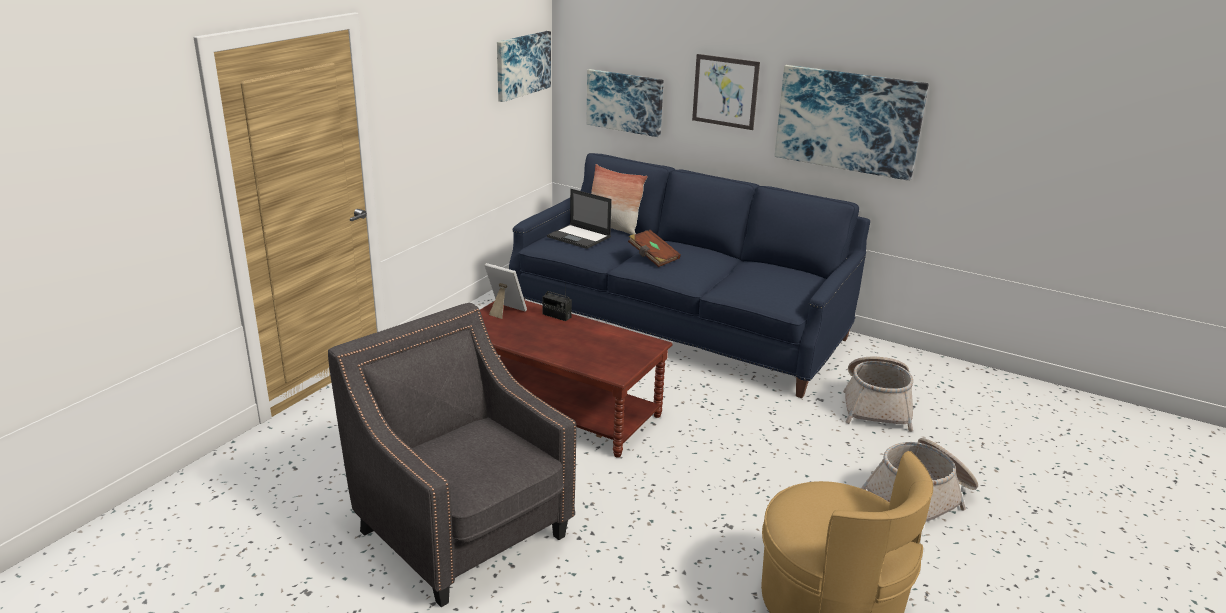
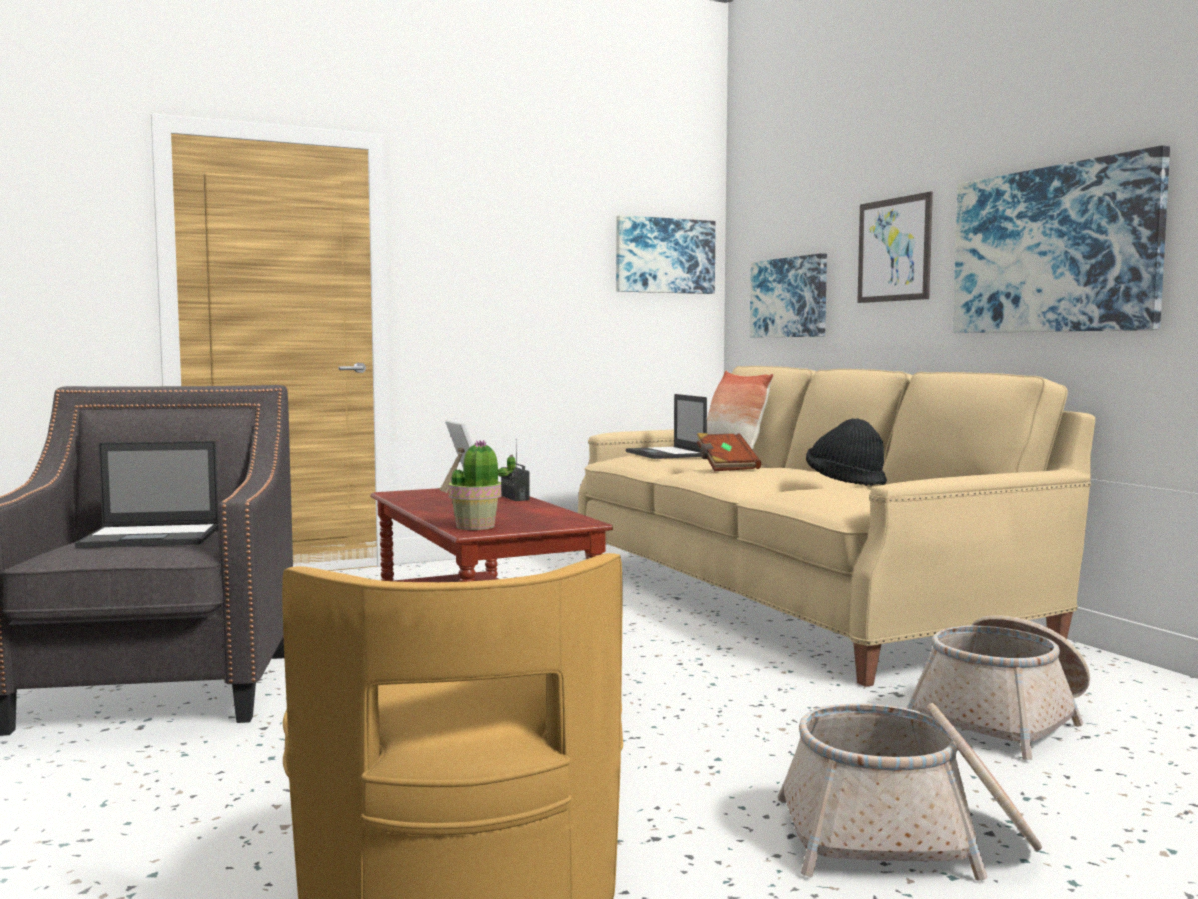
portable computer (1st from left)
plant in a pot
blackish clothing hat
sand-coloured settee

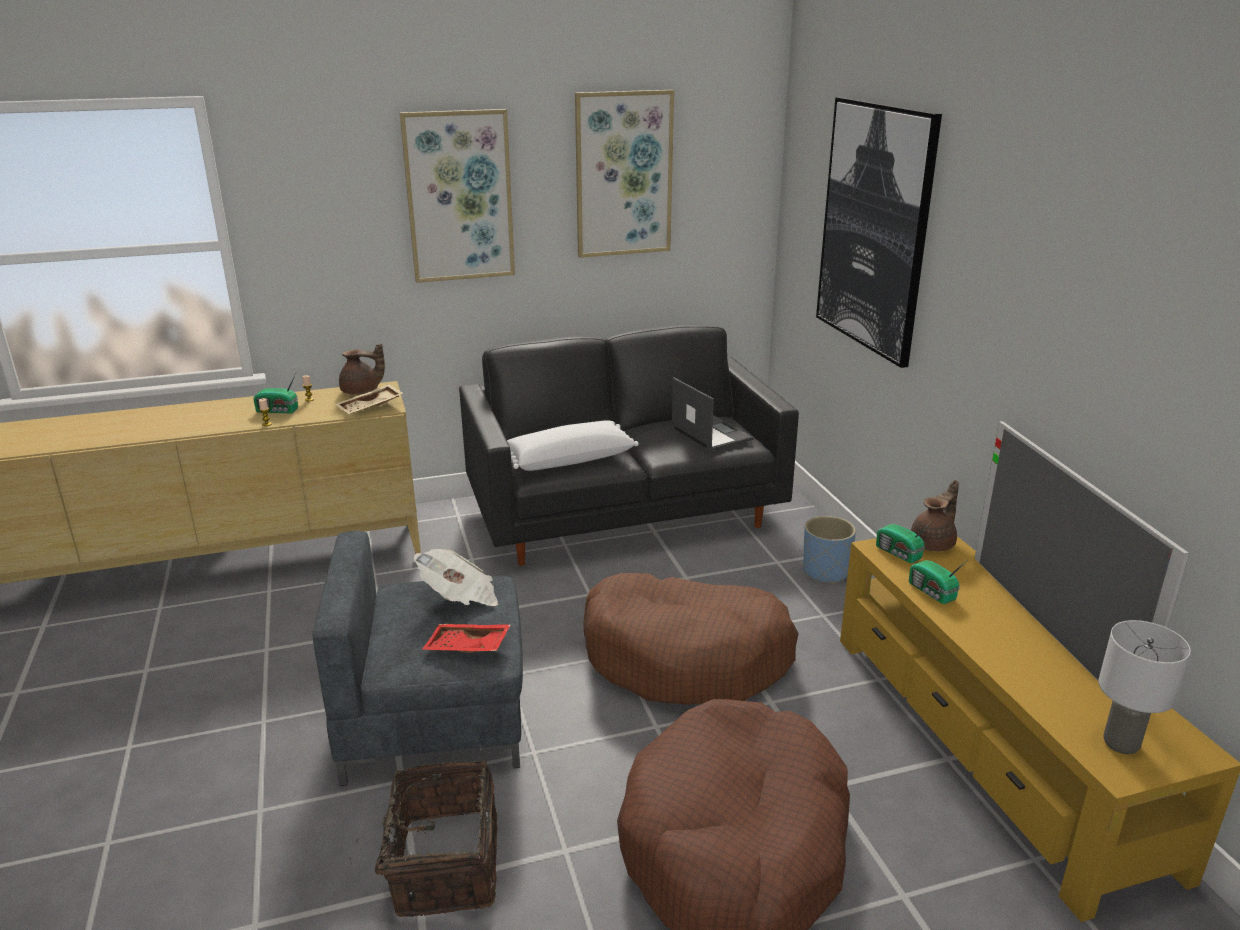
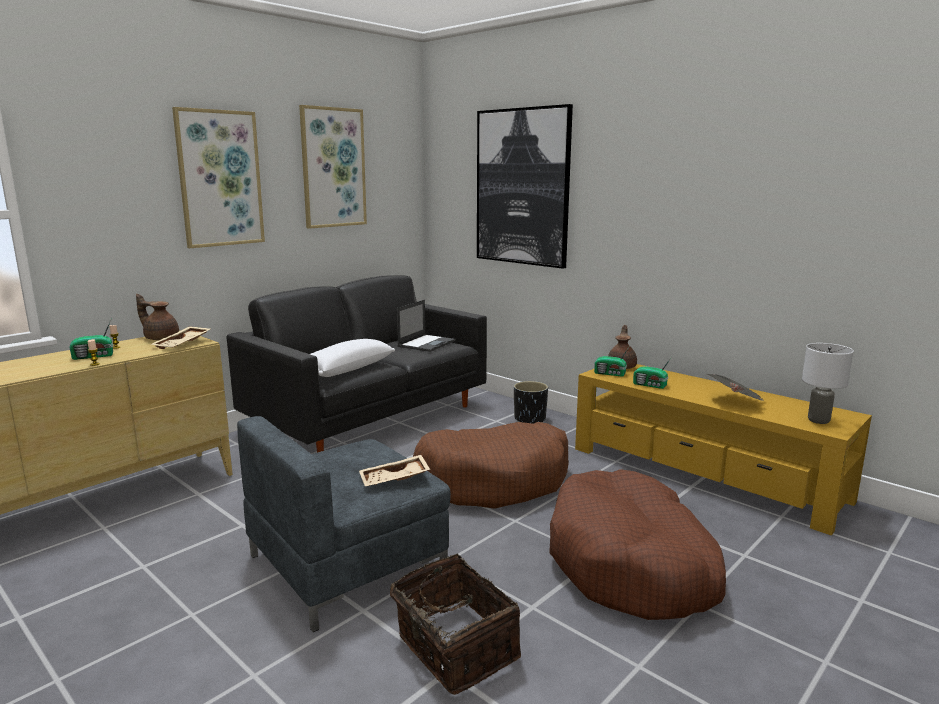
TV set
printed paper
sand-coloured carrying tray (2nd from left)
blackish planter
brownish pot for tea (1st from left)
portable computer

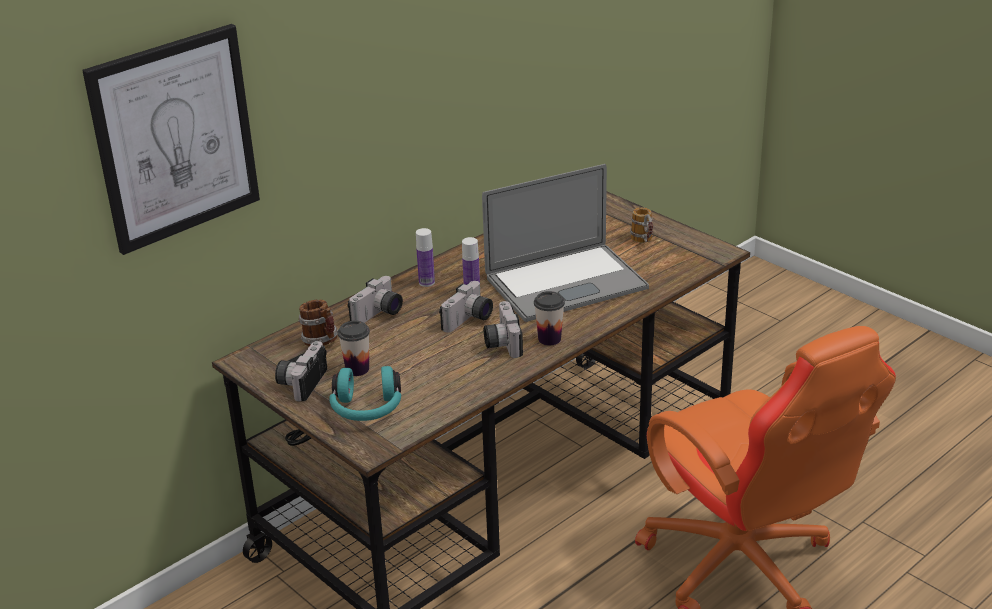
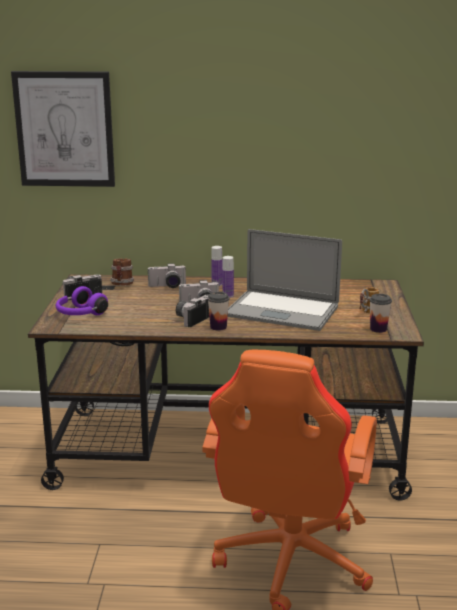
cup (2nd from left)
purple headphones

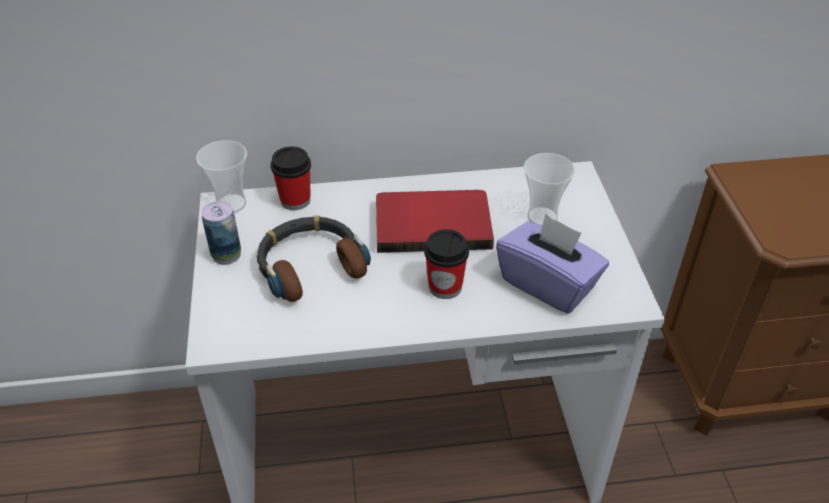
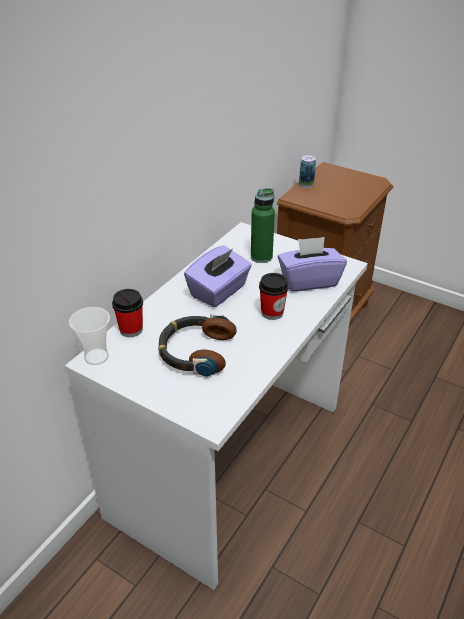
can
purple box of tissues (1st from left)
greenish beverage bottle

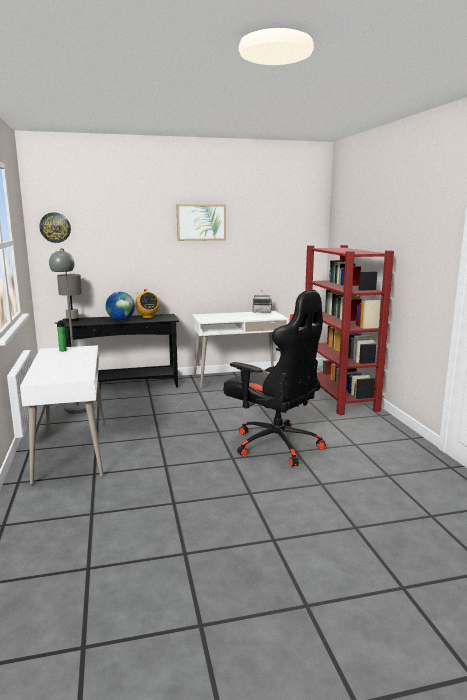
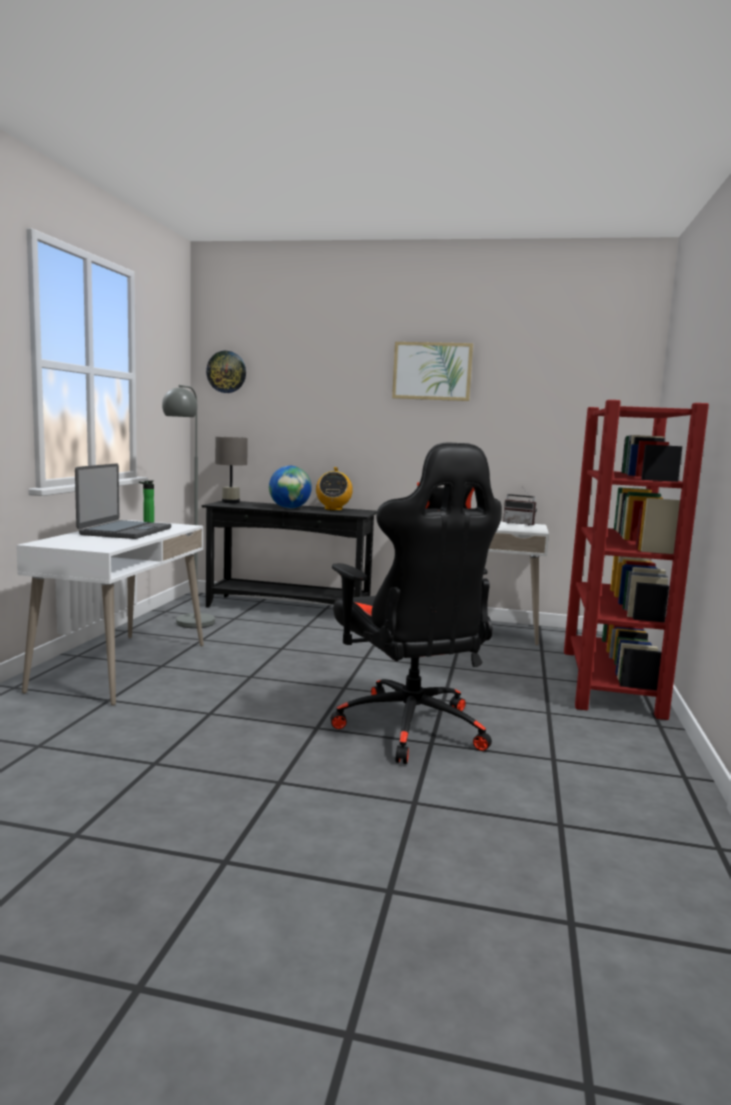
portable computer

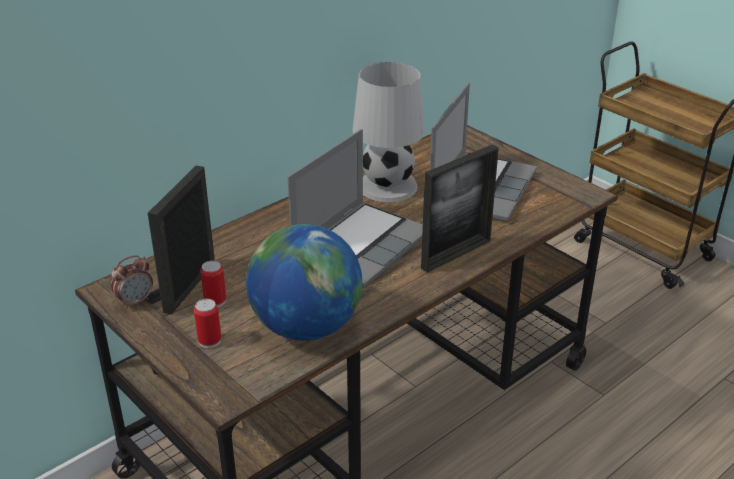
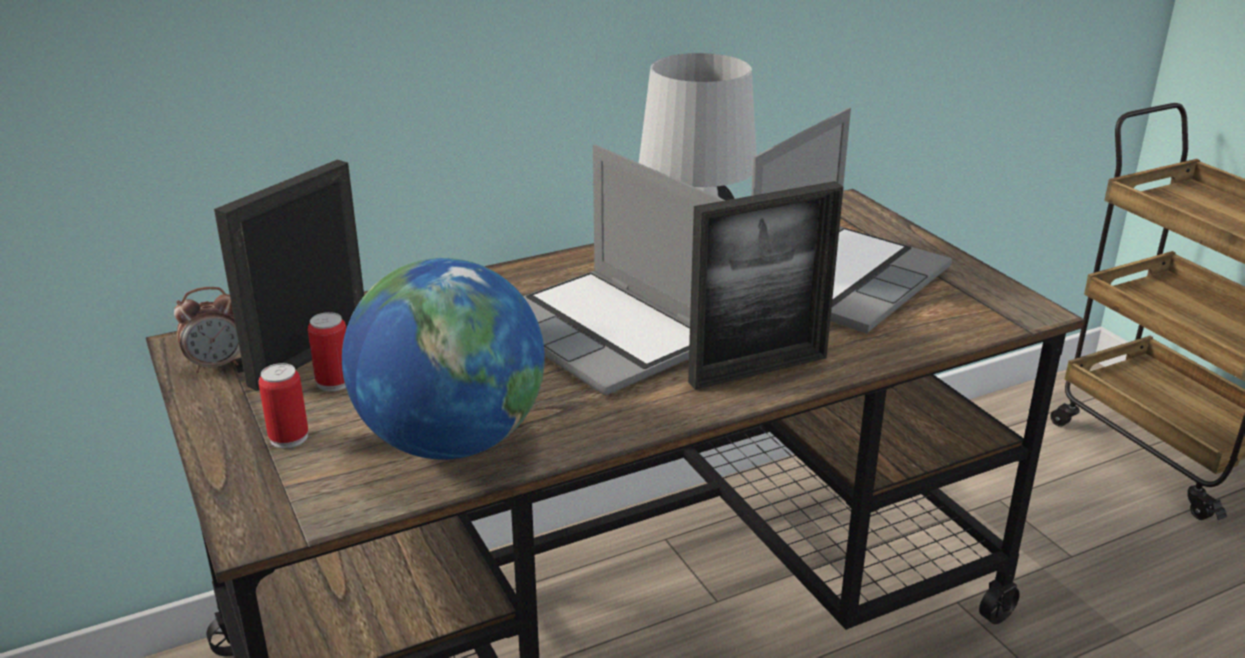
portable computer (1st from left)

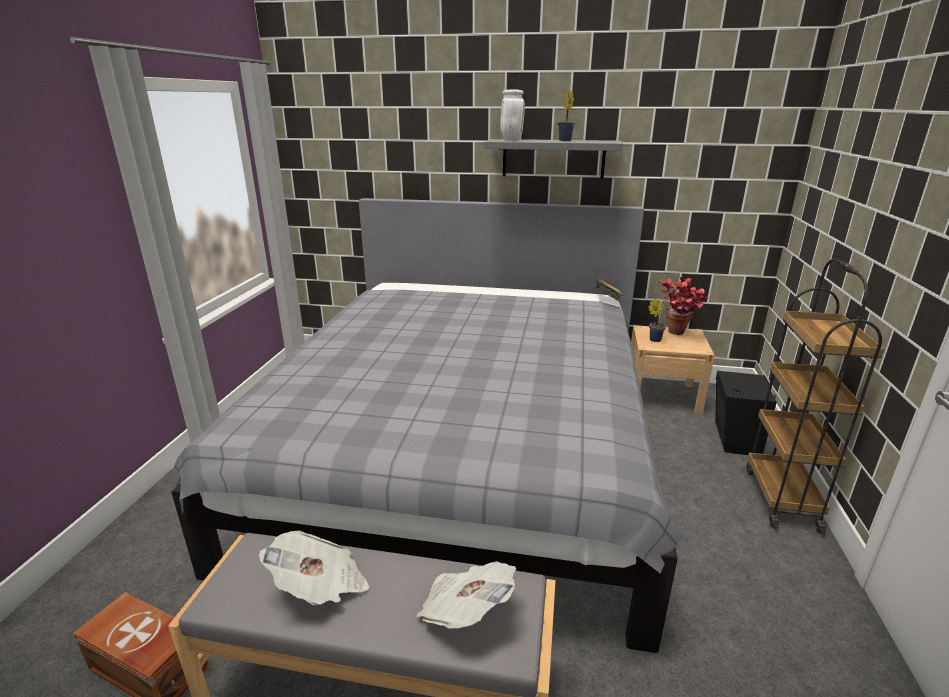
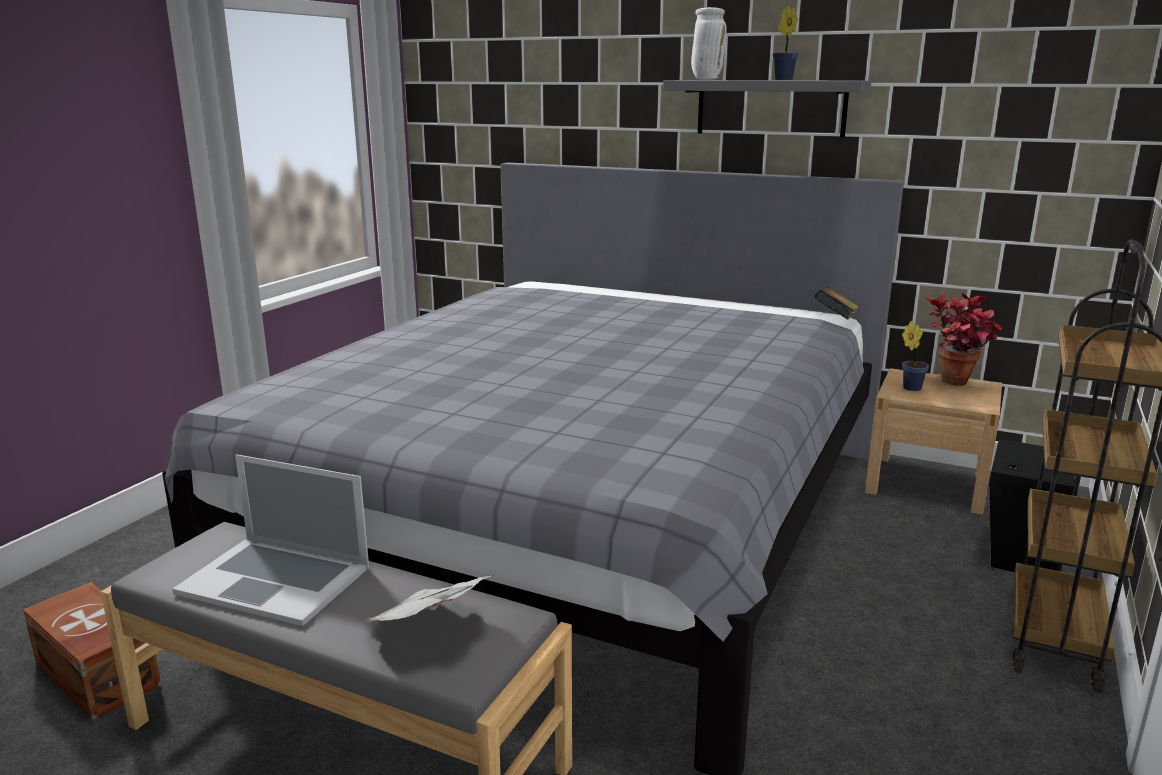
portable computer

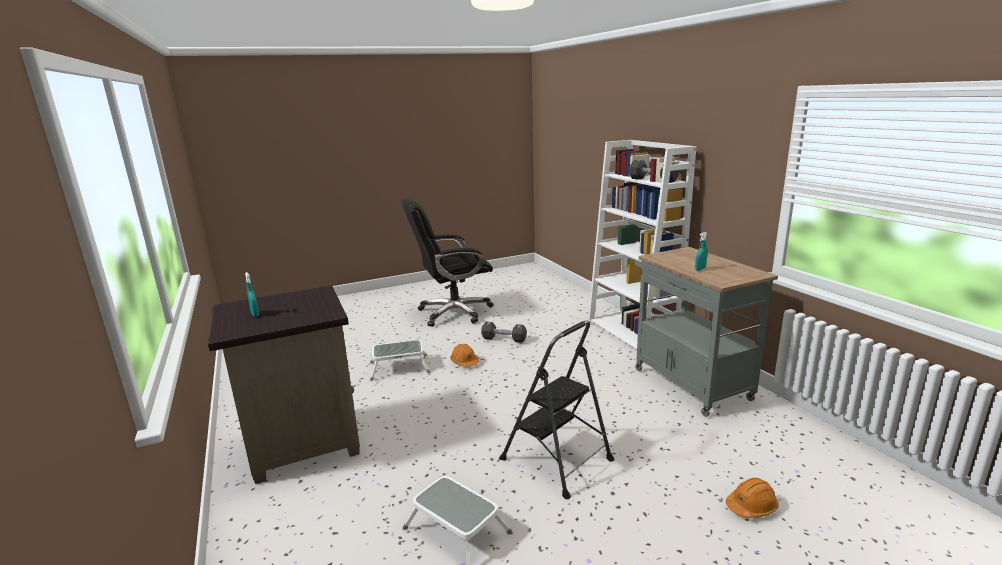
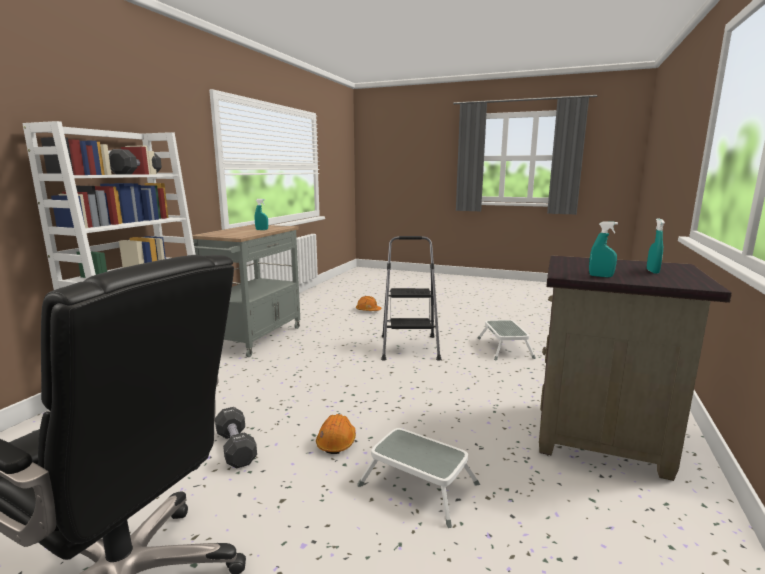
turquoise hand sprayer (2nd from left)

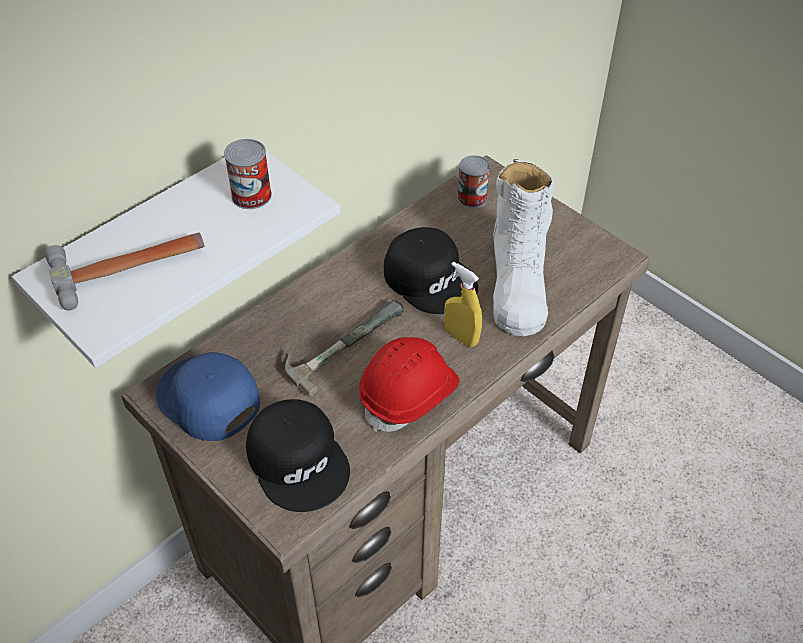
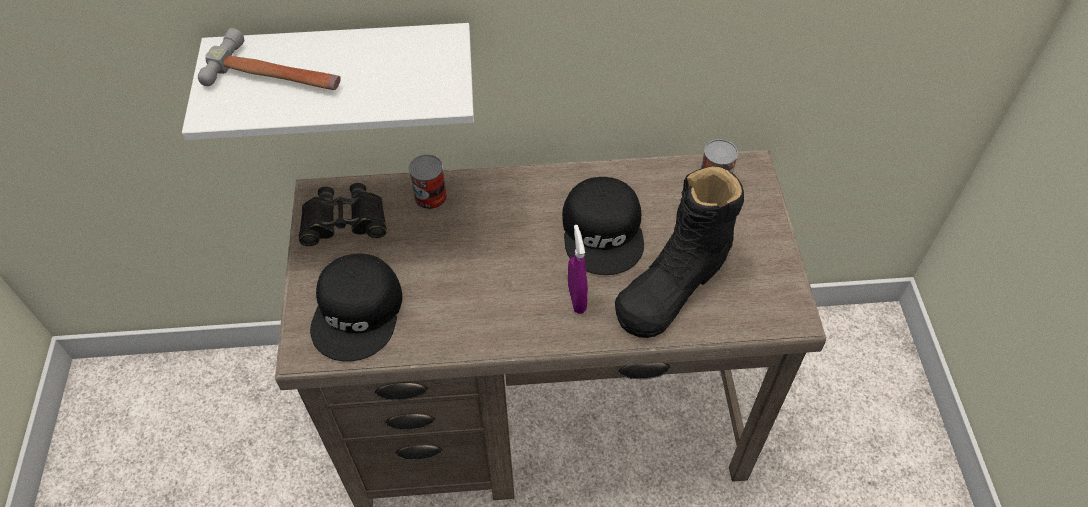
hand hammer (2nd from left in the first image)
red-coloured safety helmet
can (1st from left)
blackish field glasses
purple hand sprayer
blackish high-top boot

